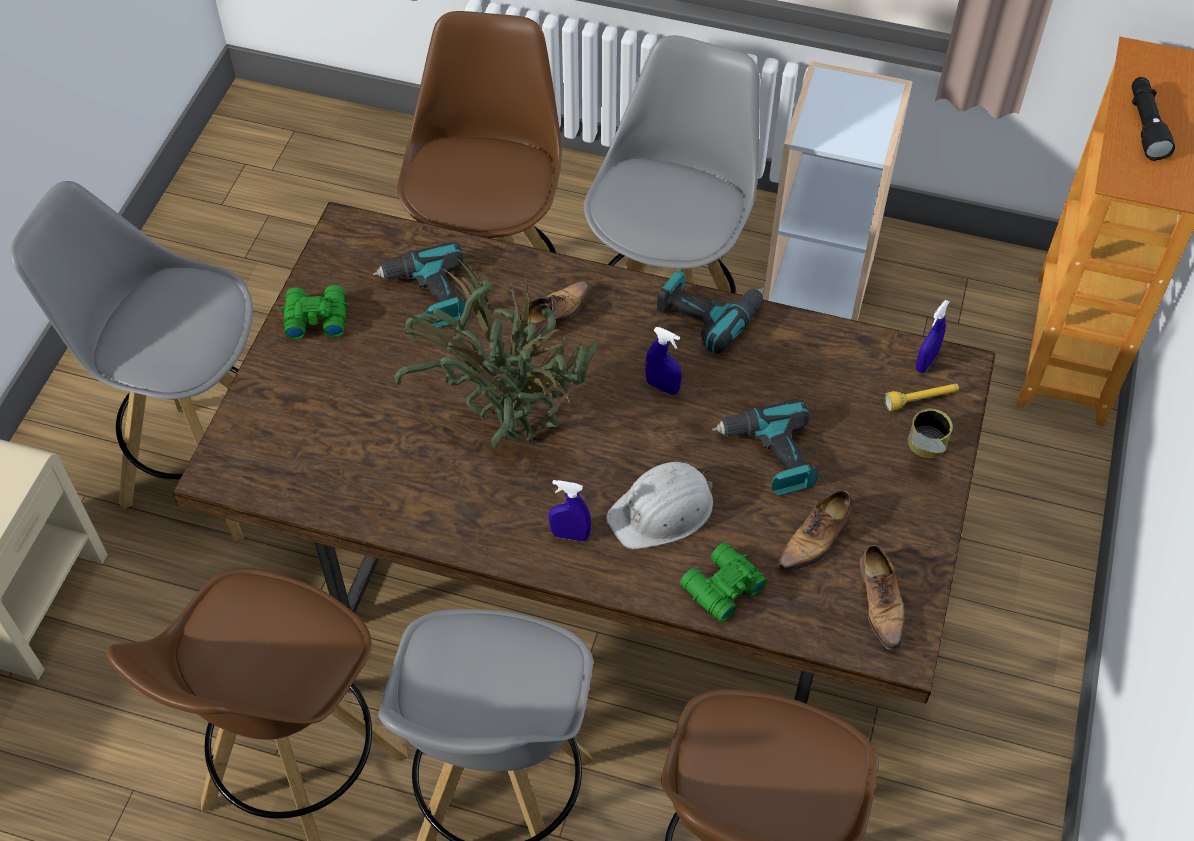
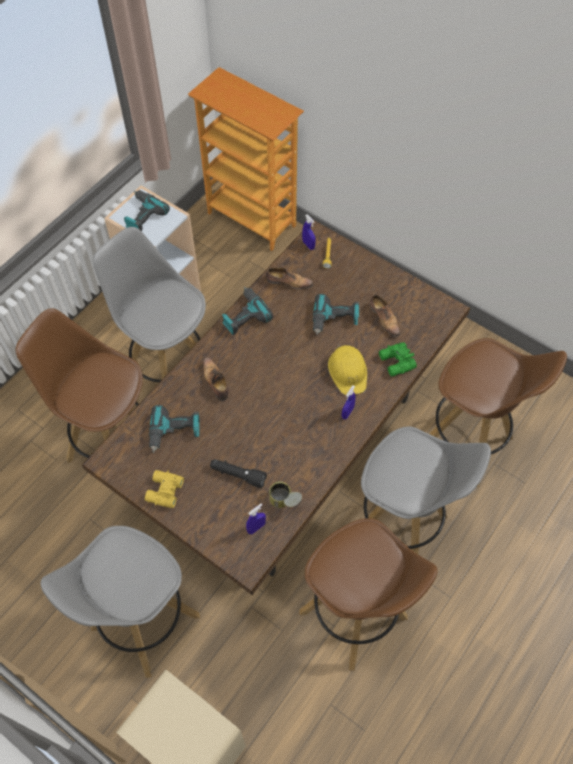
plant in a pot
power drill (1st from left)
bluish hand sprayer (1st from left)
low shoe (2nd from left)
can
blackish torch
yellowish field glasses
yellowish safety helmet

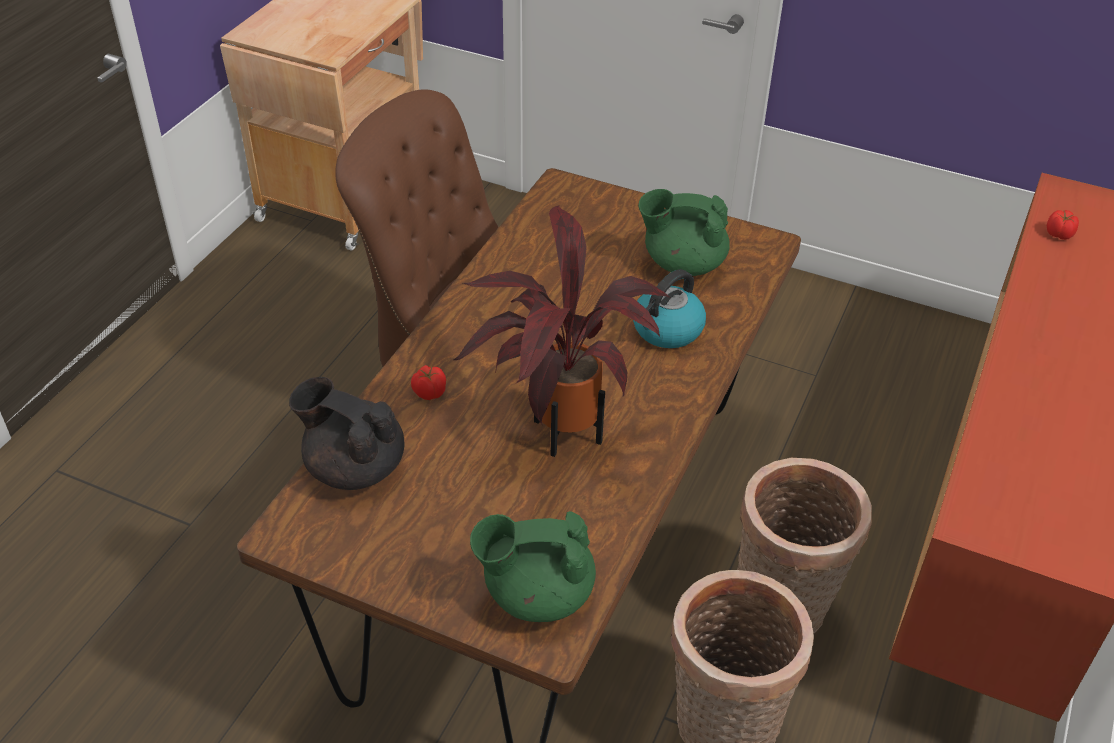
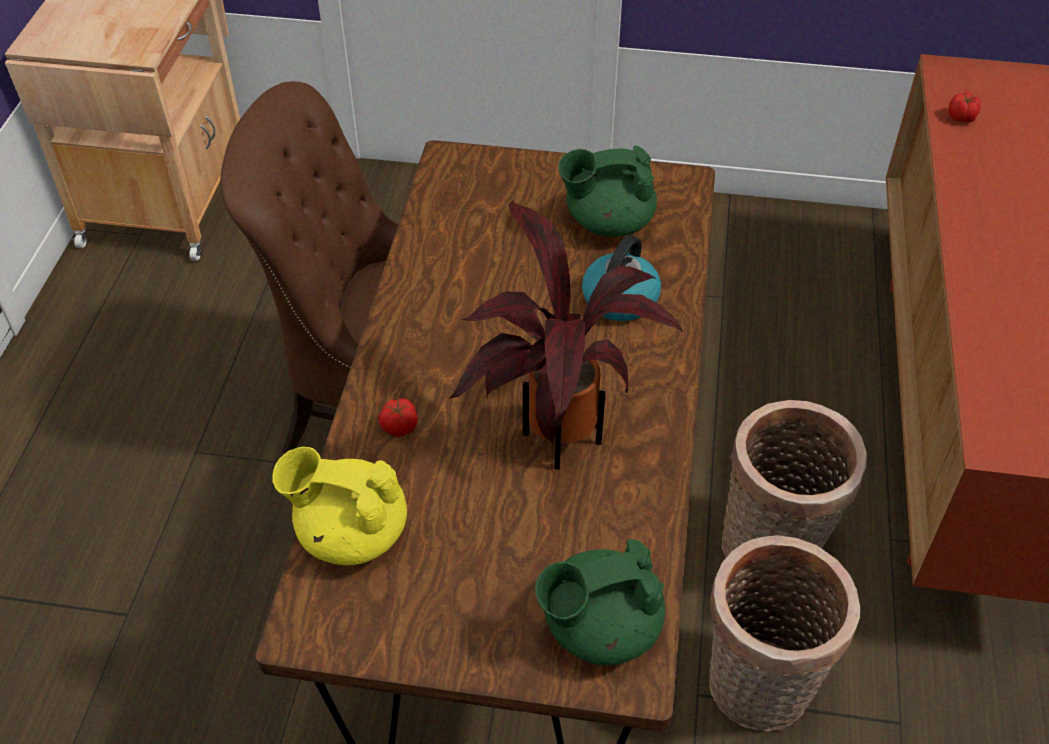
yellowish pot for tea

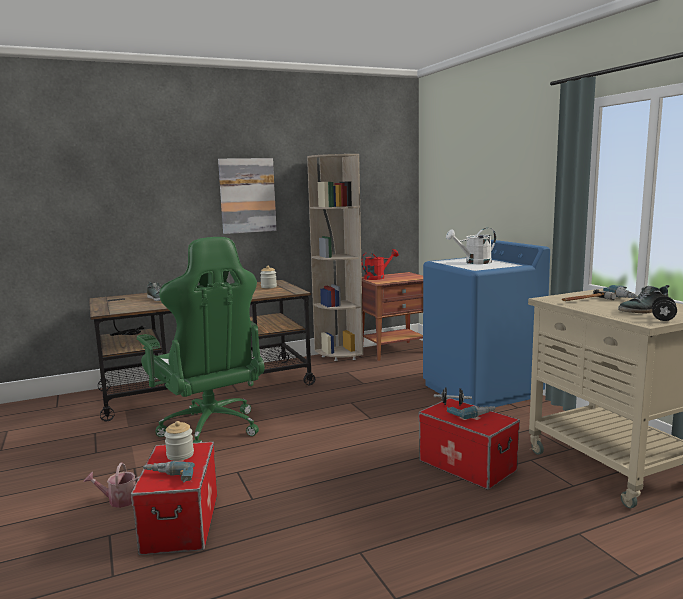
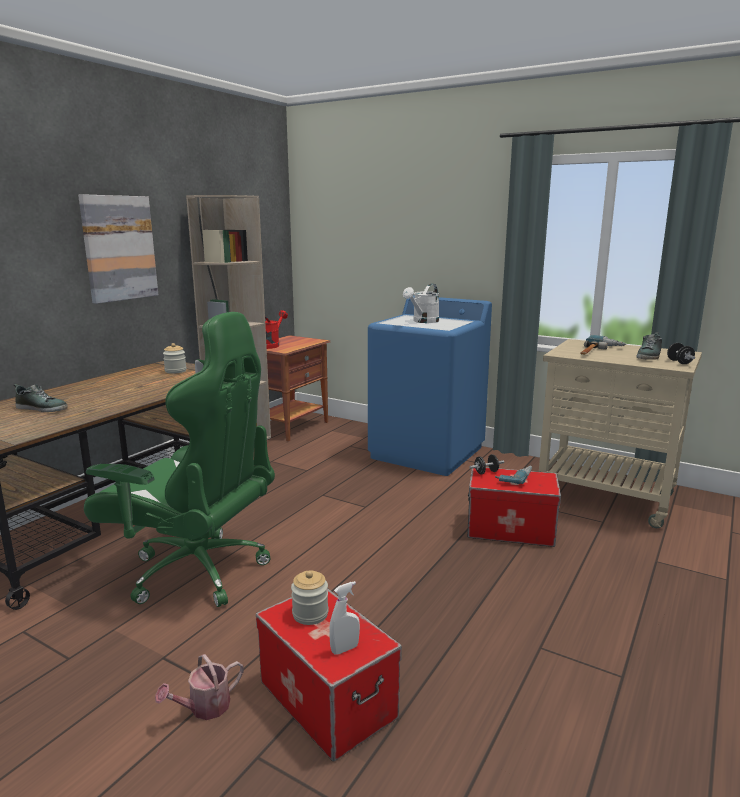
white-coloured hand sprayer

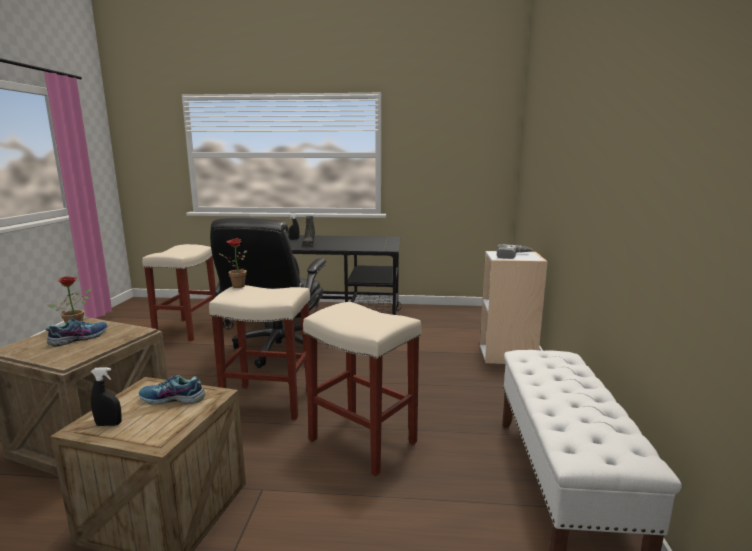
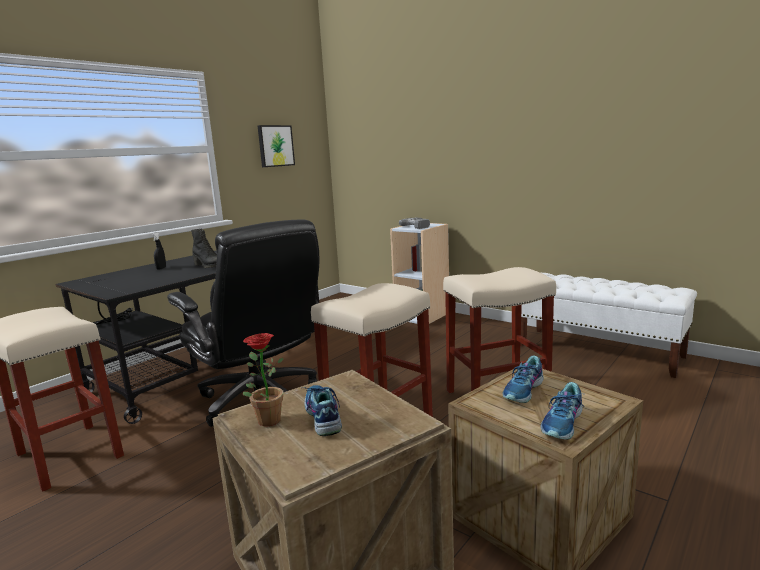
plant in a pot (2nd from left in the first image)
picture
low shoe (3rd from left)

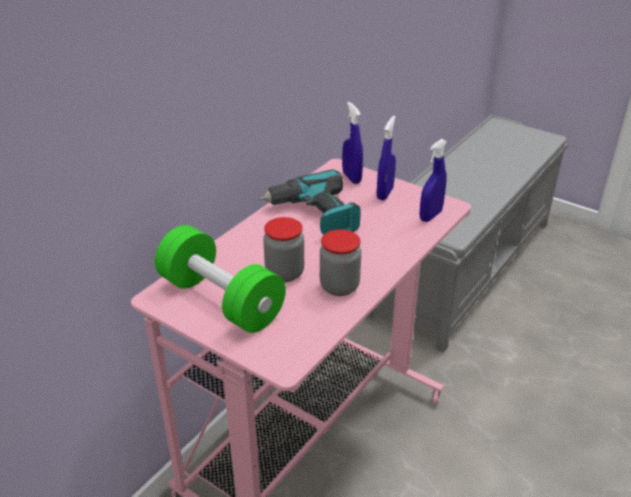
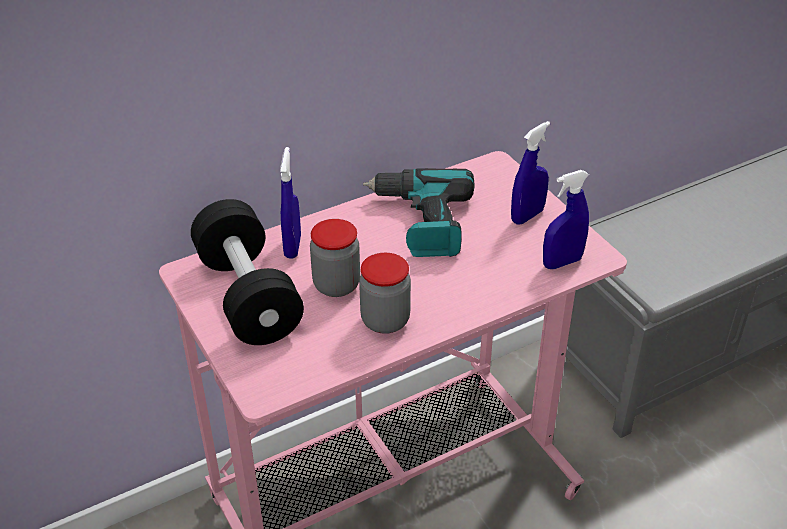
bluish hand sprayer (1st from left)
blackish dumbbell

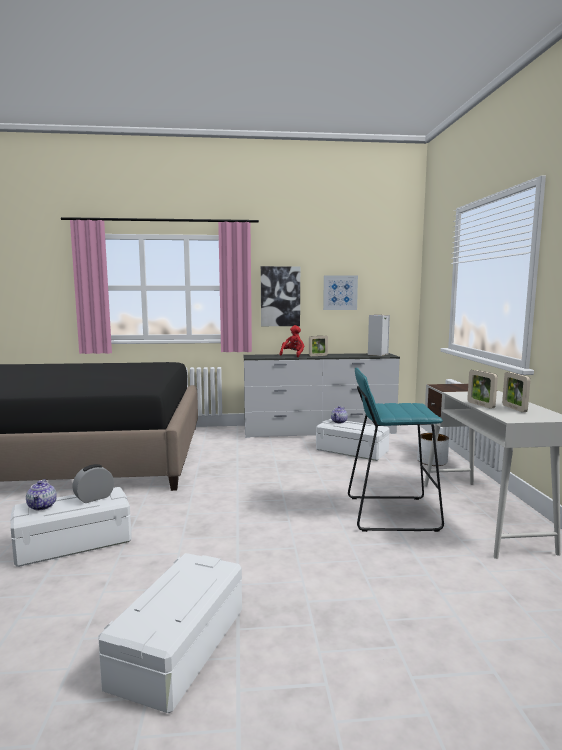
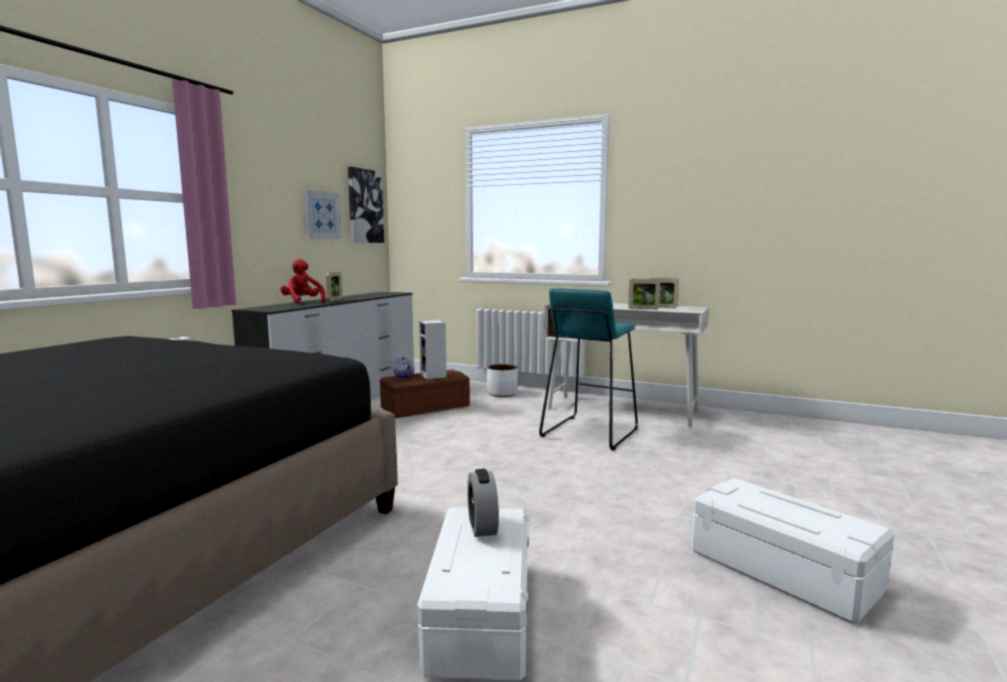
pot for tea (1st from left in the first image)
picture (2nd from left)
loudspeaker
brownish storage box

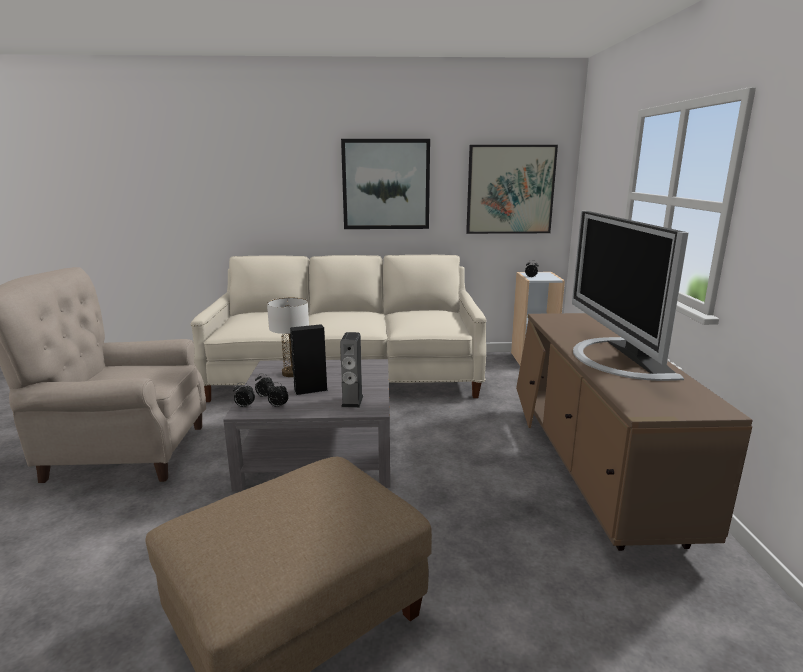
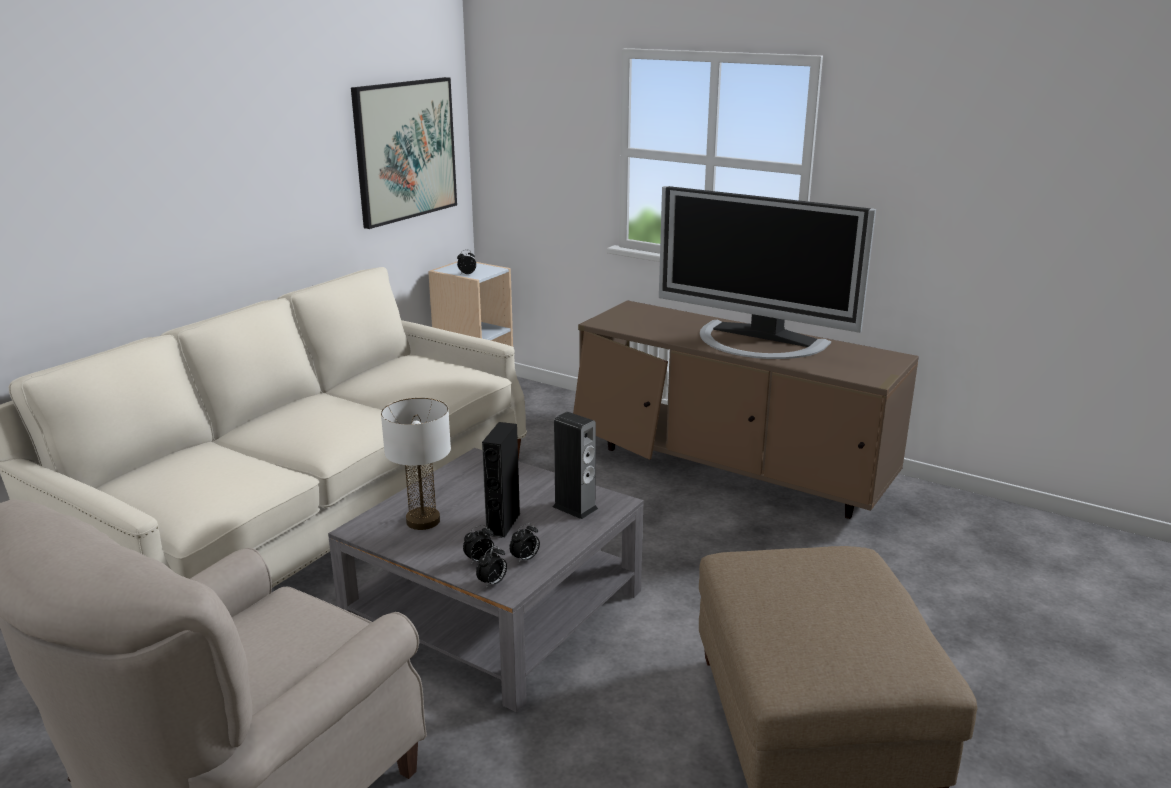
picture (1st from left in the first image)

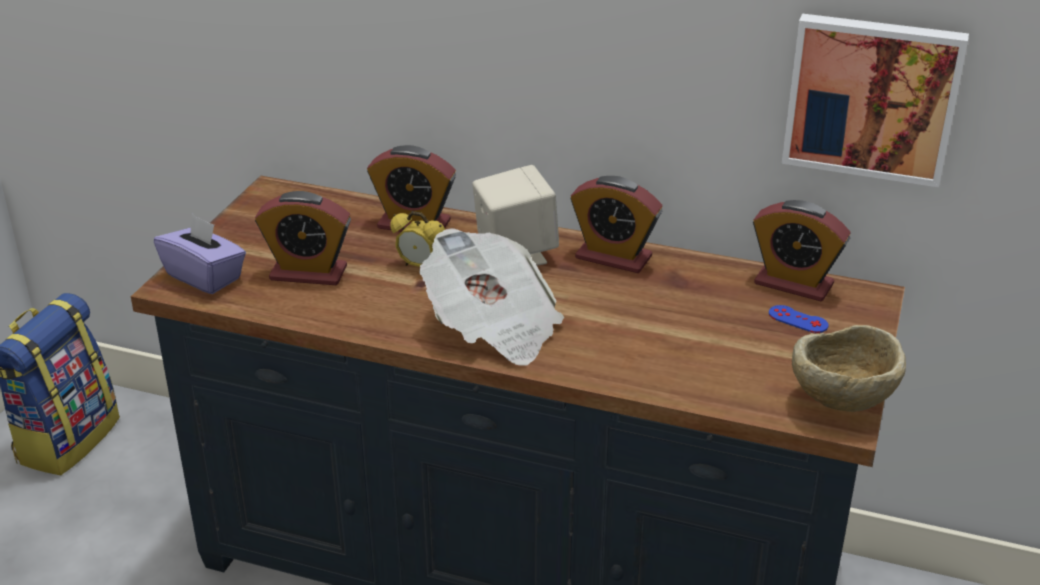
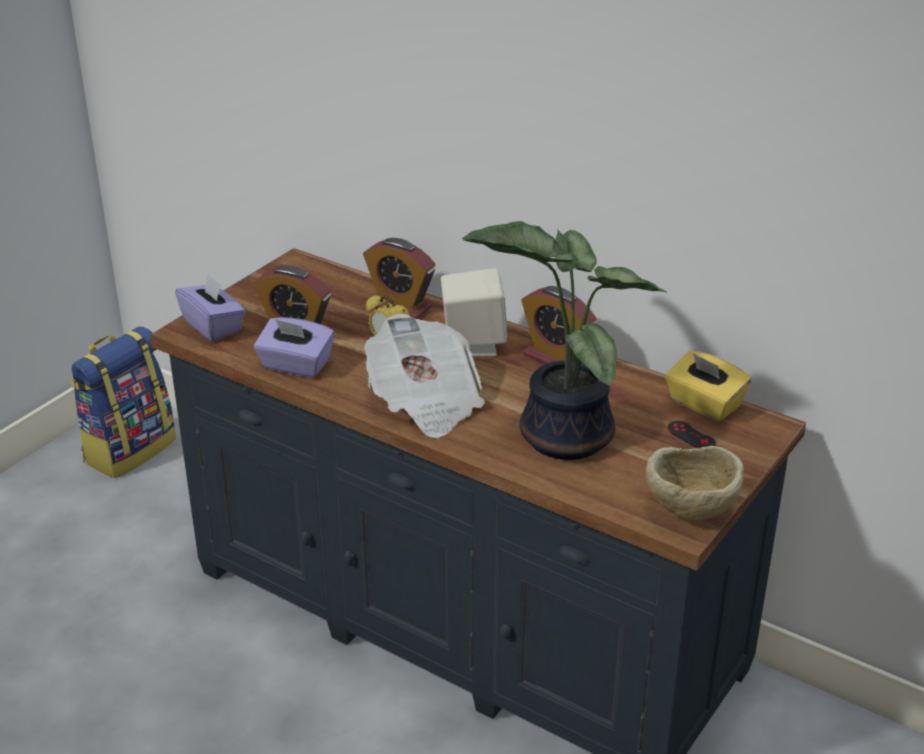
picture
purple box of tissues (2nd from left)
plant in a pot
yellowish box of tissues
blackish game controller

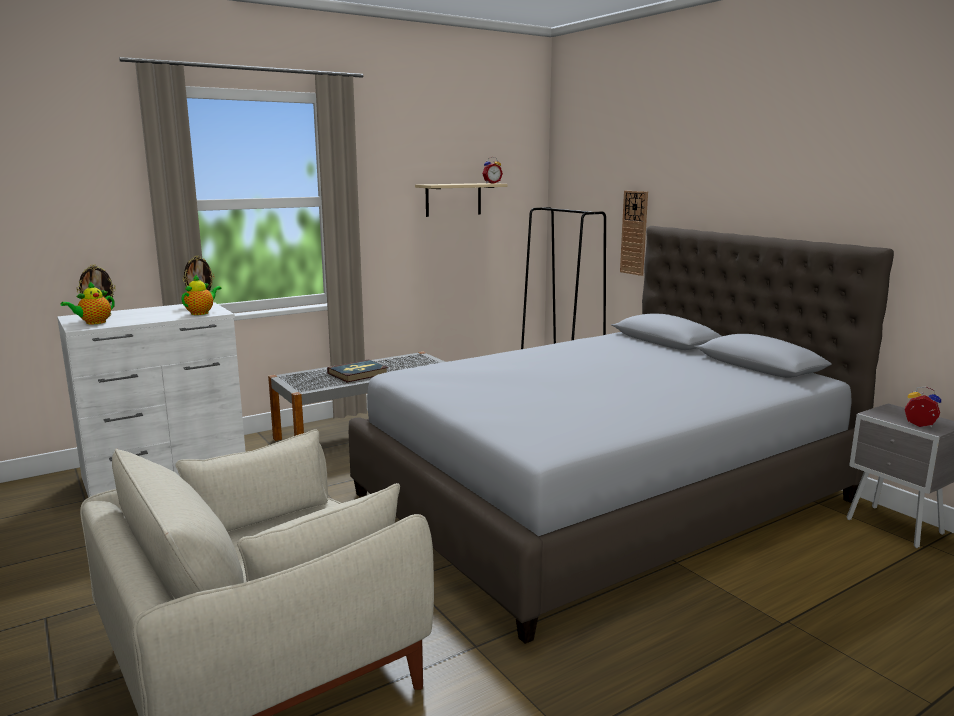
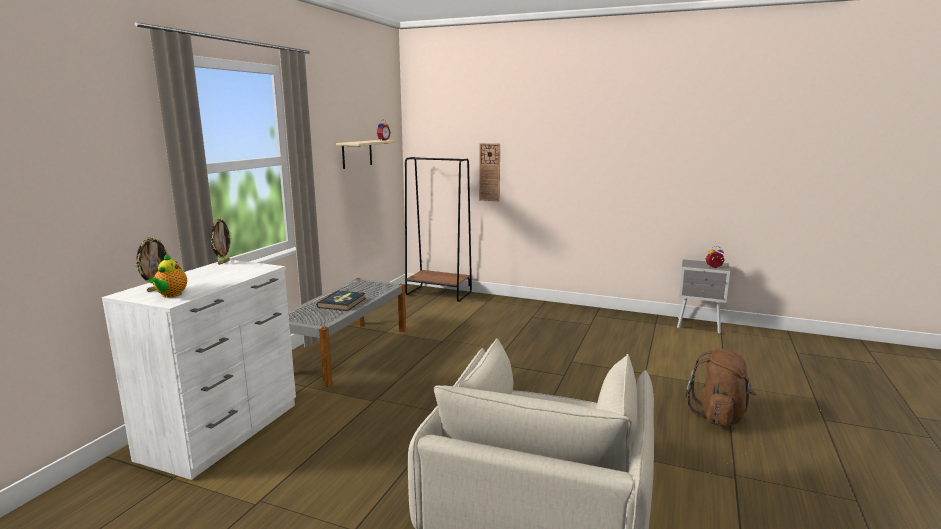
pot for tea (2nd from left in the first image)
gray bedroom bed
brownish rucksack

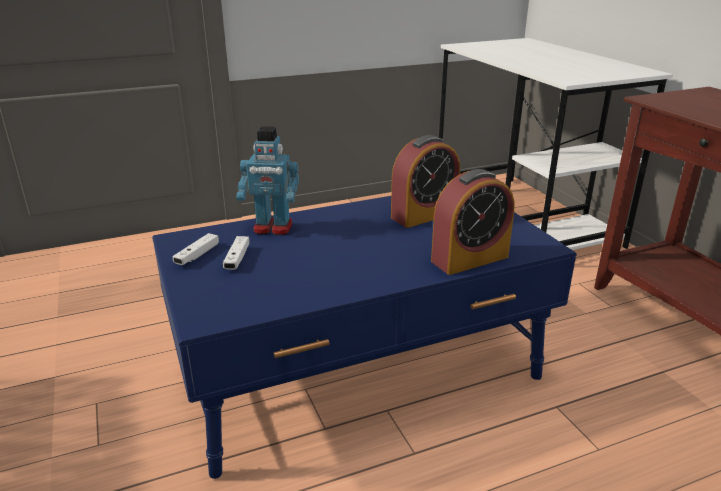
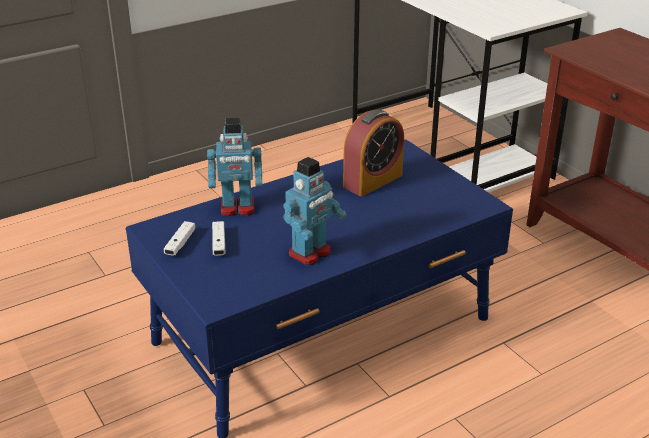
table clock (2nd from left in the first image)
toy robot (2nd from left)

